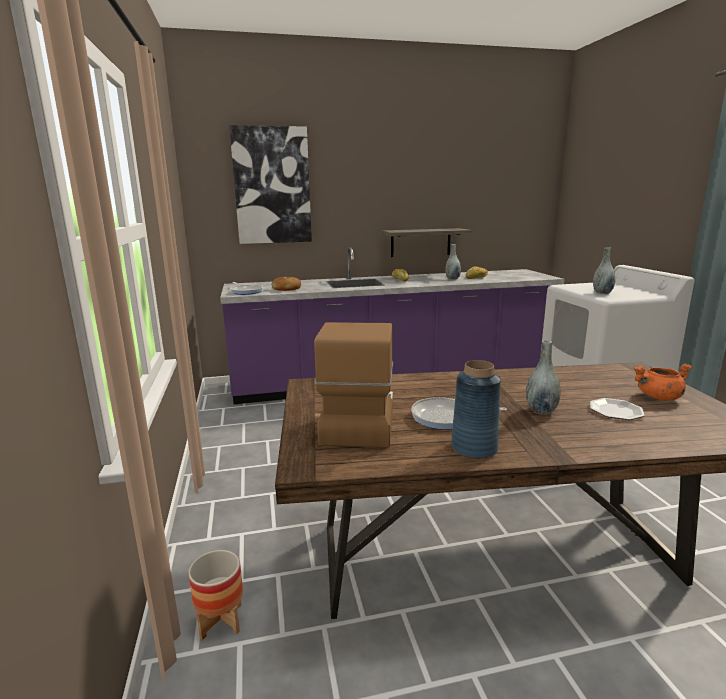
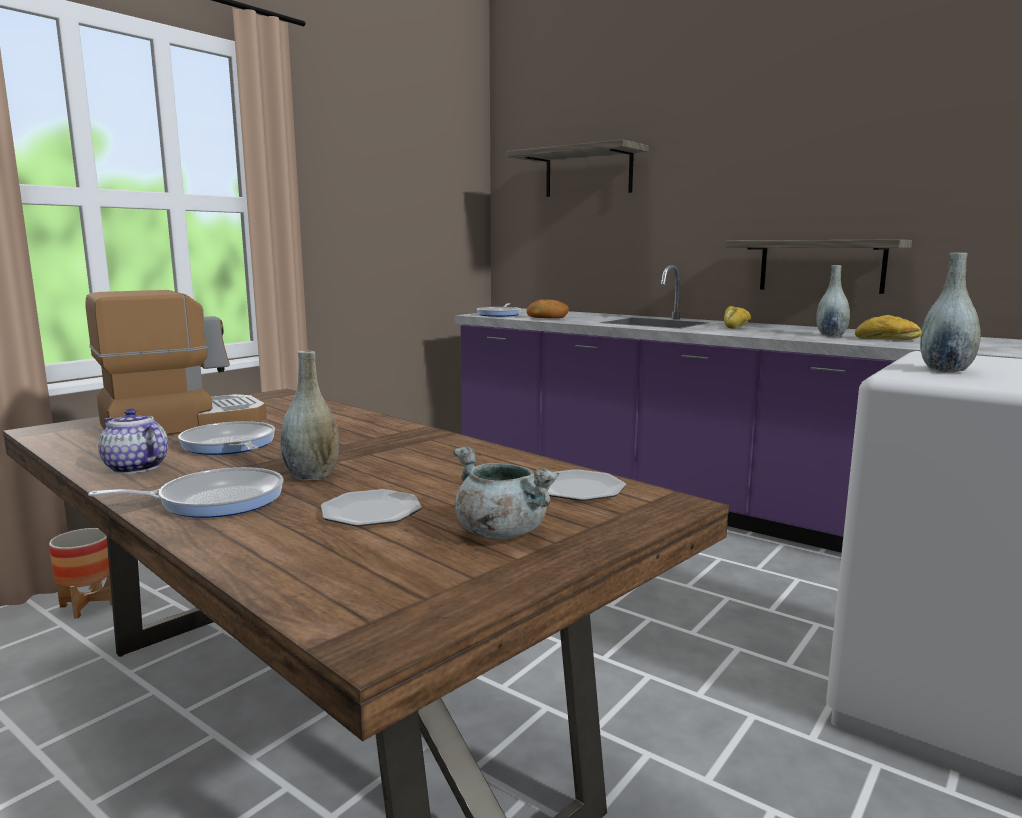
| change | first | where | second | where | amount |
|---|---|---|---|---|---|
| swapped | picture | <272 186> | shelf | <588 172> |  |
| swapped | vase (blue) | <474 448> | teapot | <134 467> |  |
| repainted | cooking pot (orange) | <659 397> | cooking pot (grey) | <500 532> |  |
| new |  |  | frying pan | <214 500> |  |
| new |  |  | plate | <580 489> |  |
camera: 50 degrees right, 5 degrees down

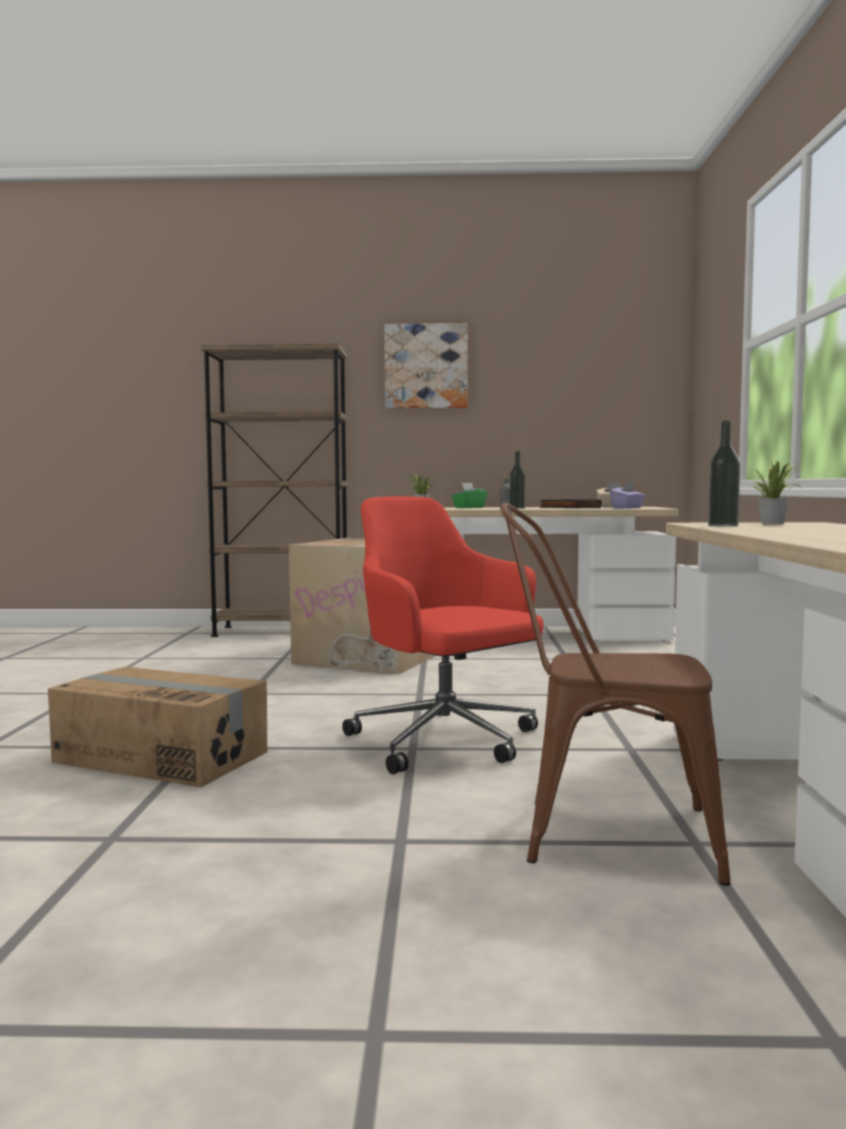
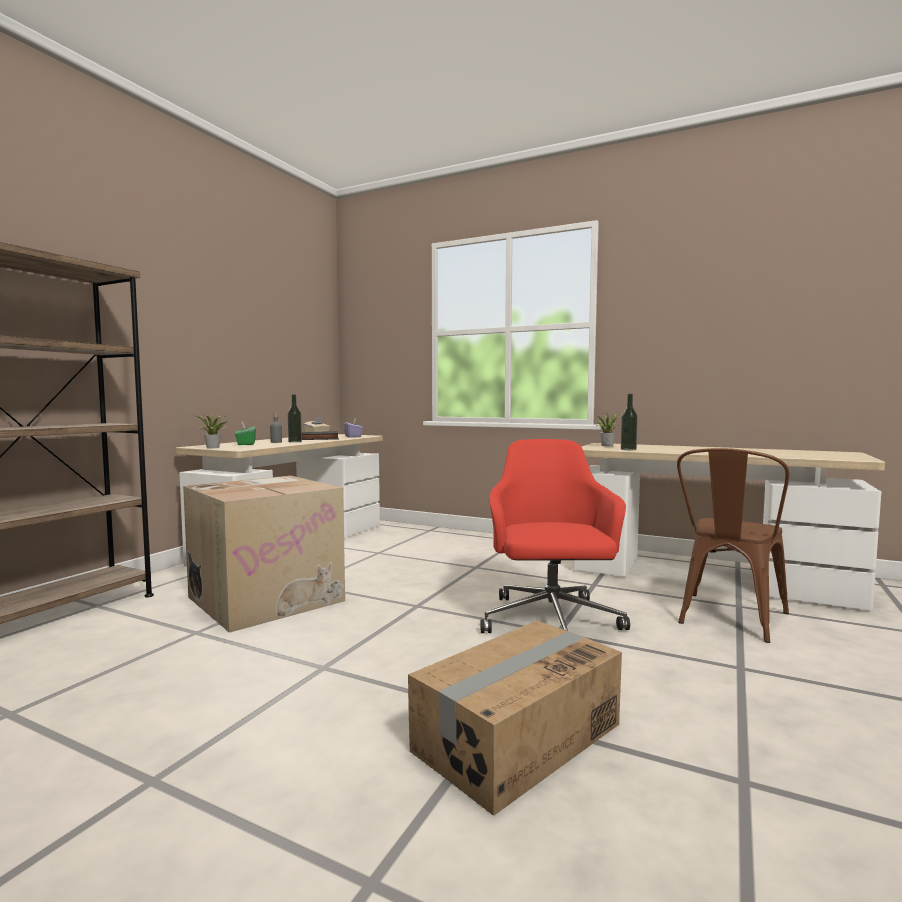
| change | first | where | second | where | amount |
|---|---|---|---|---|---|
| rotated | office chair (red) | <445 742> |  | <550 621> | 105 degrees clockwise |
| gone | picture | <426 366> |  |  |  |
camera: 65 degrees left, 0 degrees up

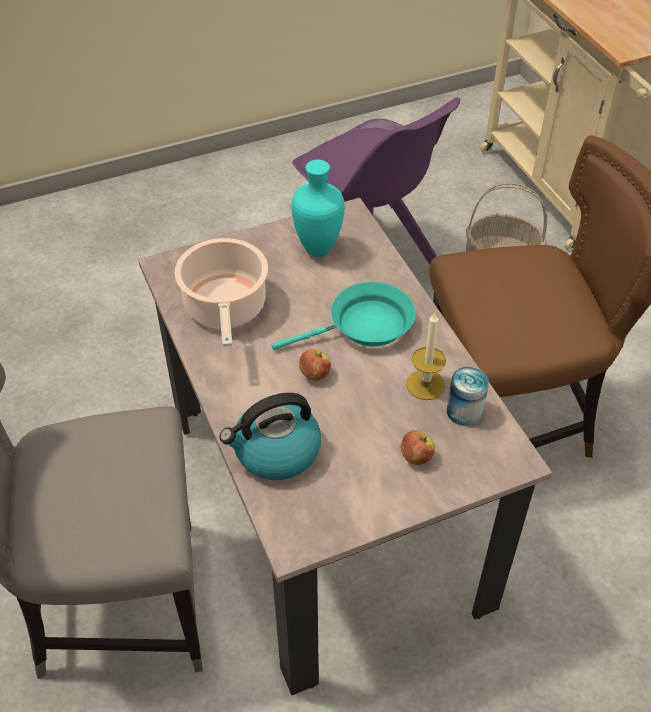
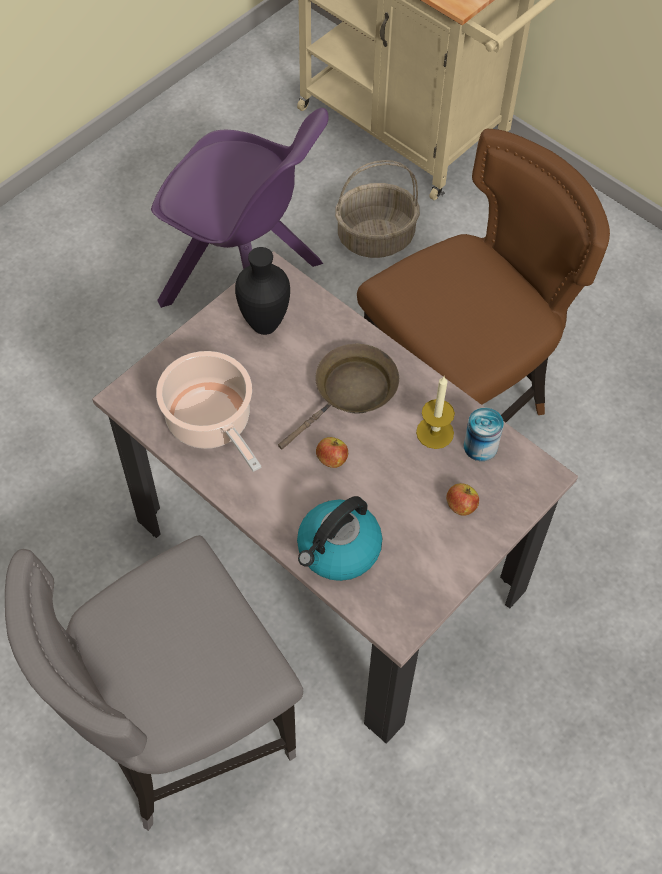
| change | first | where | second | where | amount |
|---|---|---|---|---|---|
| repainted | frying pan (turquoise) | <364 326> | frying pan (brown) | <351 393> |  |
| repainted | vase (turquoise) | <317 251> | vase (black) | <264 326> |  |
camera: 25 degrees left, 10 degrees up

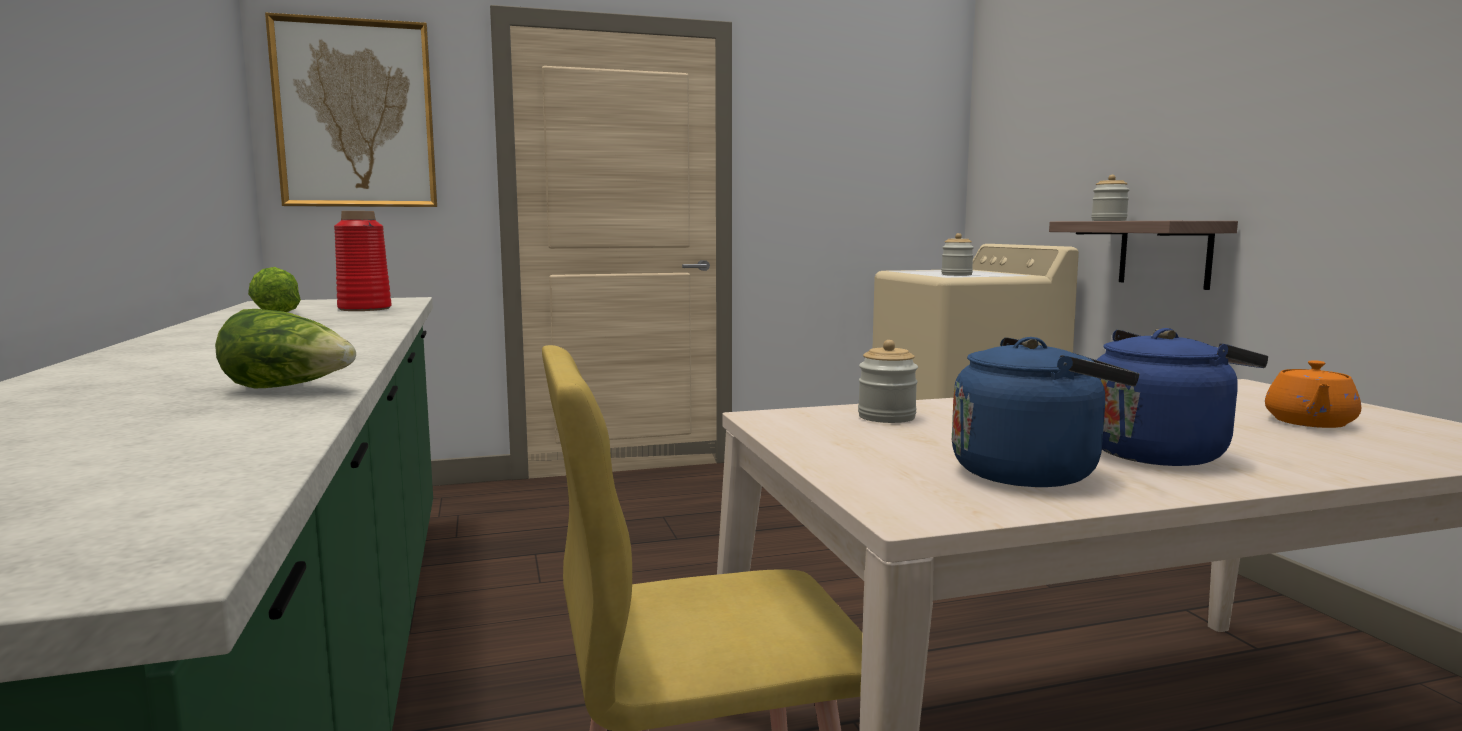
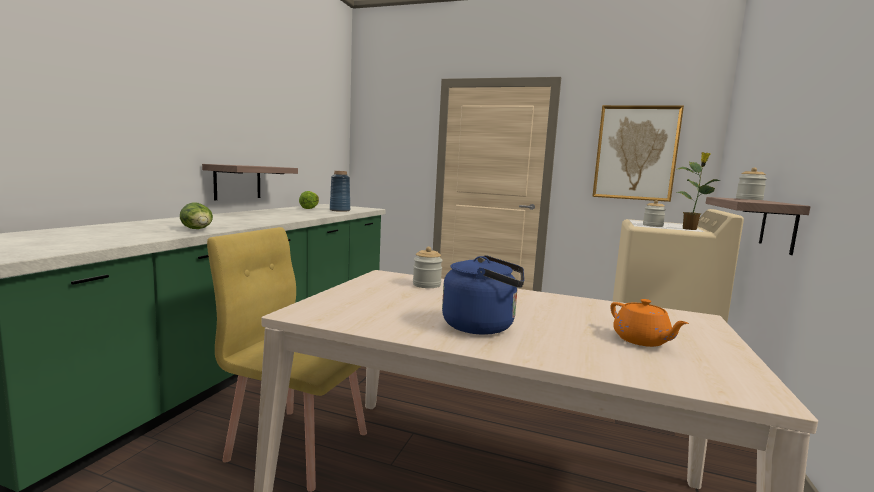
| change | first | where | second | where | amount |
|---|---|---|---|---|---|
| shifted | picture | <355 114> |  | <635 153> |  |
| repainted | vase (red) | <364 309> | vase (blue) | <340 210> |  |
| gone | kettle (blue) | <1032 473> |  |  |  |
| rotated | teapot (orange) | <1309 423> |  | <642 340> | 90 degrees counterclockwise |
| new |  |  | shelf | <237 182> |  |
| new |  |  | potted plant | <690 229> |  |
camera: 35 degrees right, 0 degrees up

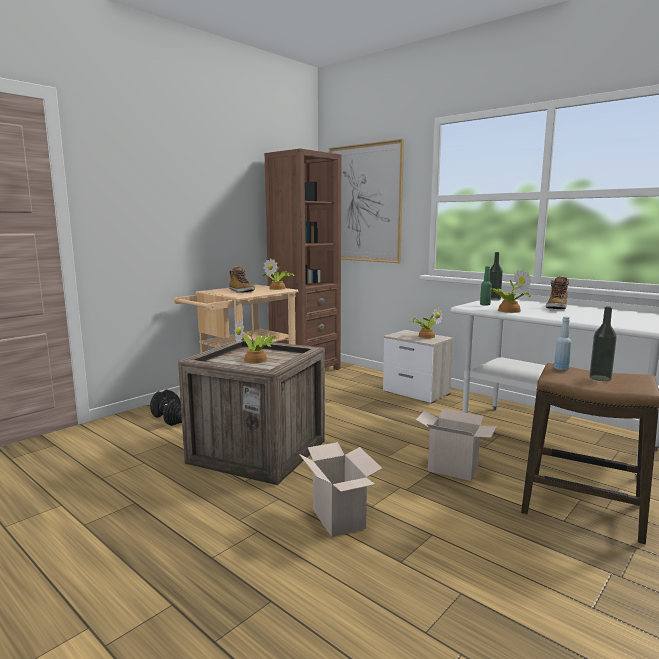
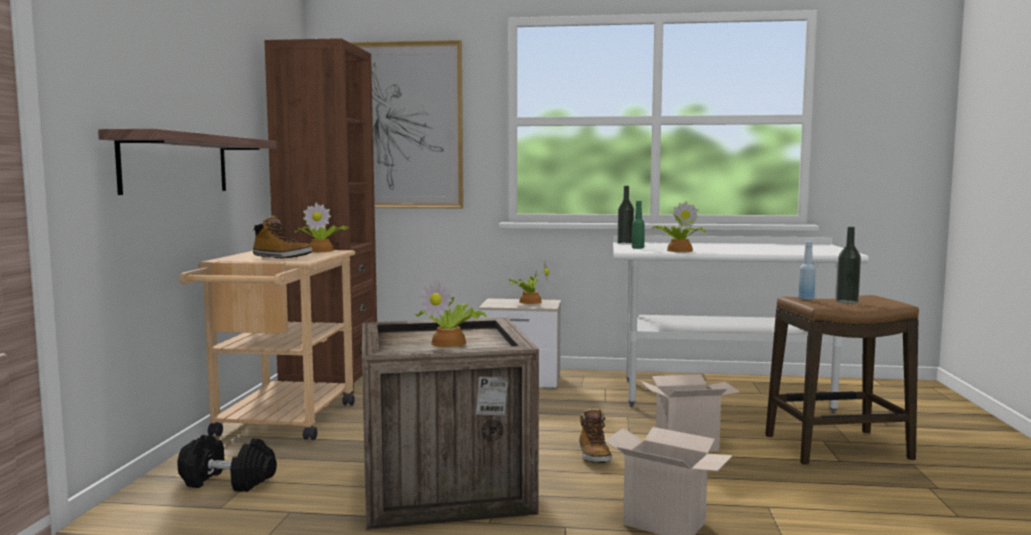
| change | first | where | second | where | amount |
|---|---|---|---|---|---|
| shifted | boot | <556 308> |  | <594 455> |  |
| new |  |  | shelf | <176 164> |  |
camera: 35 degrees left, 5 degrees down

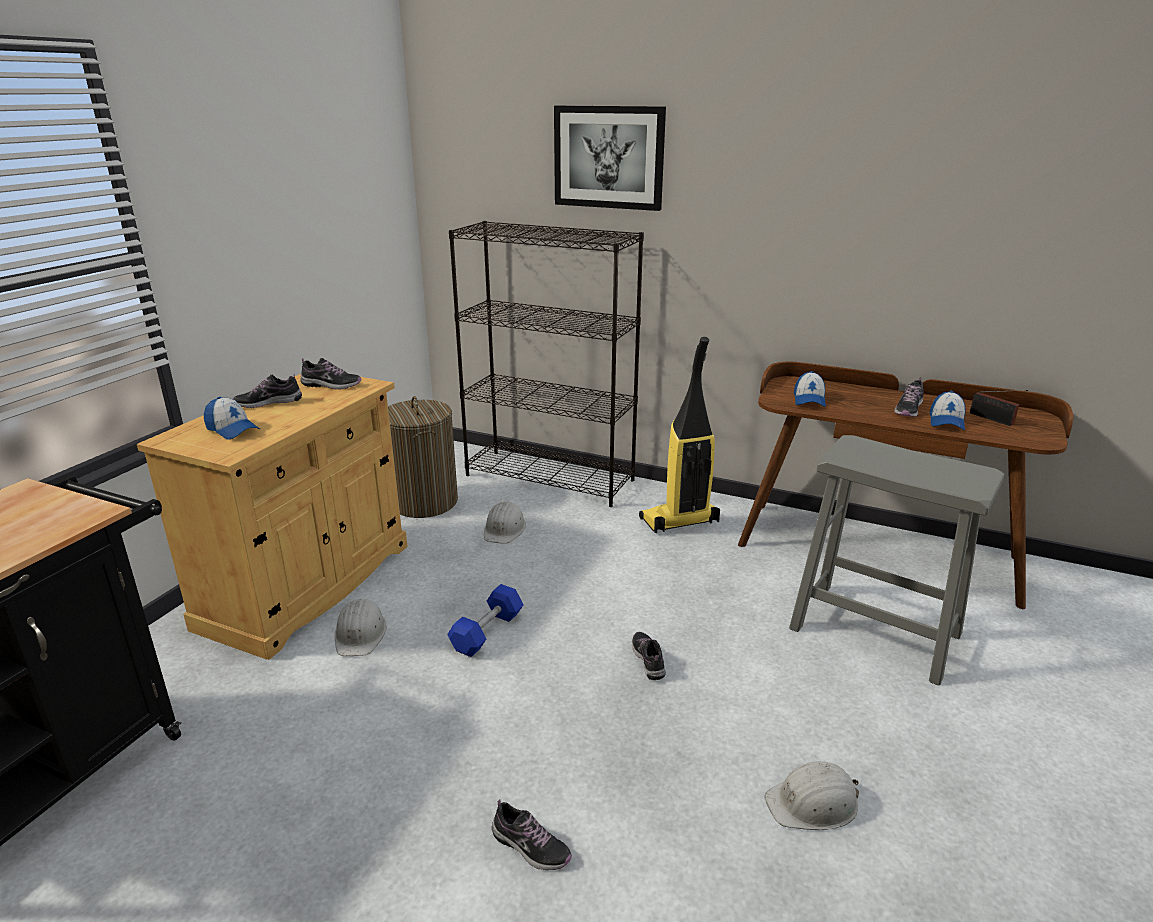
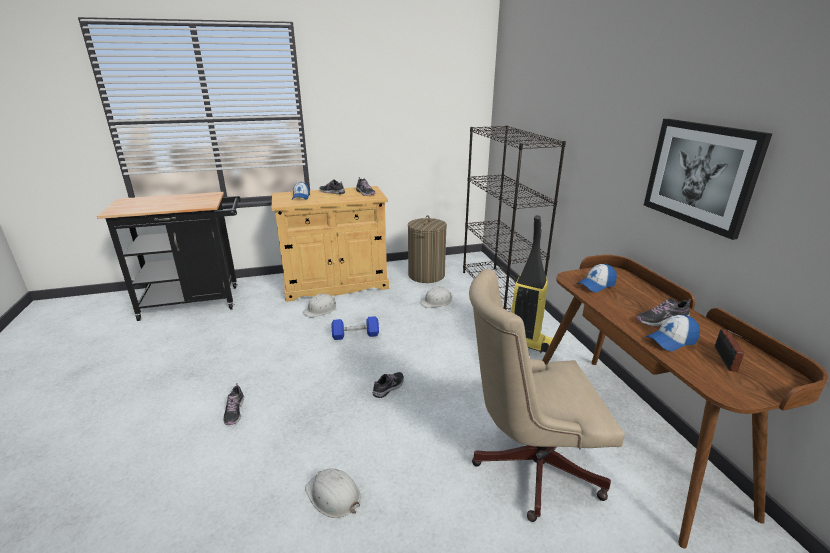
| change | first | where | second | where | amount |
|---|---|---|---|---|---|
| shifted | picture | <608 157> |  | <700 174> |  |
| swapped | stool (grey) | <874 630> | office chair (beige) | <527 464> |  |
camera: 50 degrees right, 0 degrees up

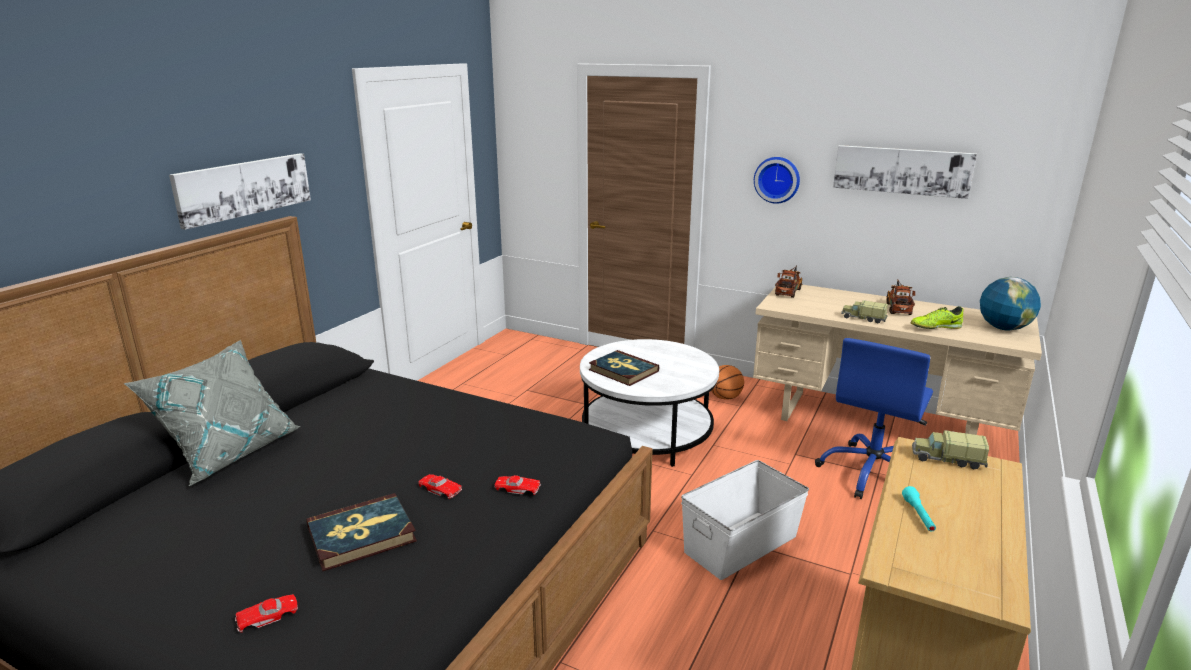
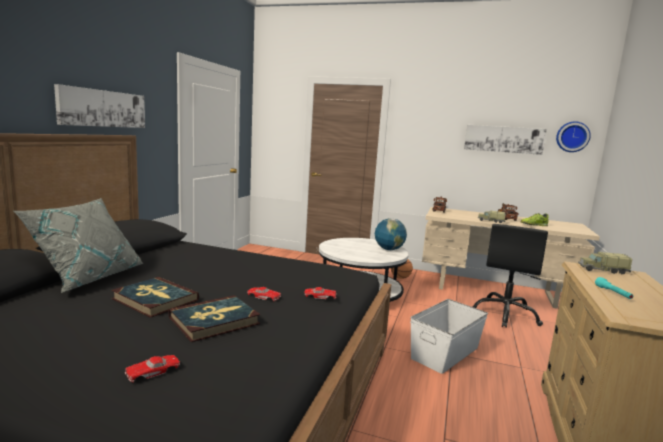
| change | first | where | second | where | amount |
|---|---|---|---|---|---|
| shifted | book | <623 370> |  | <155 300> |  |
| shifted | wall clock | <777 179> |  | <572 137> |  |
| repainted | office chair (blue) | <872 473> | office chair (black) | <505 314> |  |
| shifted | globe | <1003 328> |  | <389 249> |  |
camera: 10 degrees left, 10 degrees down

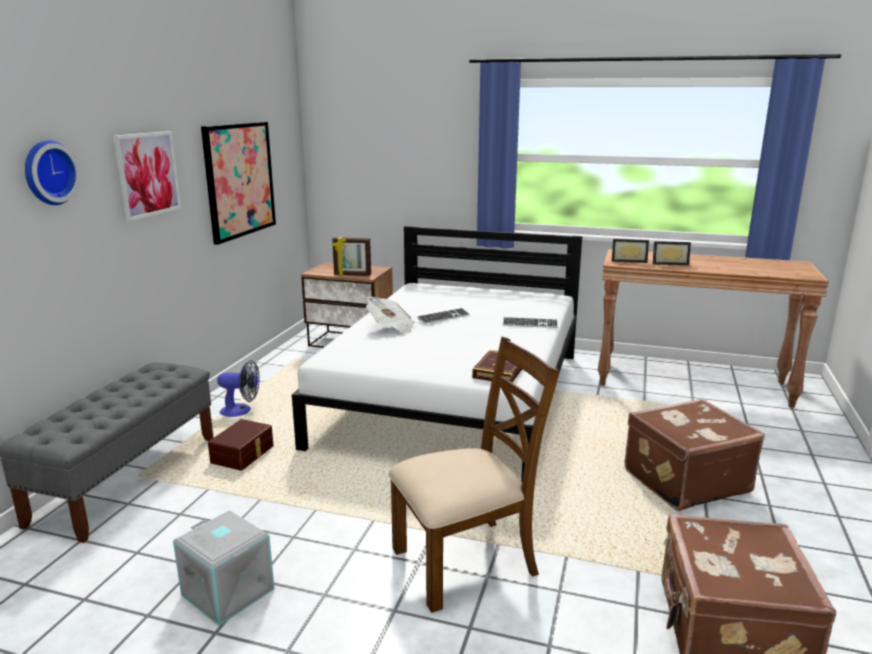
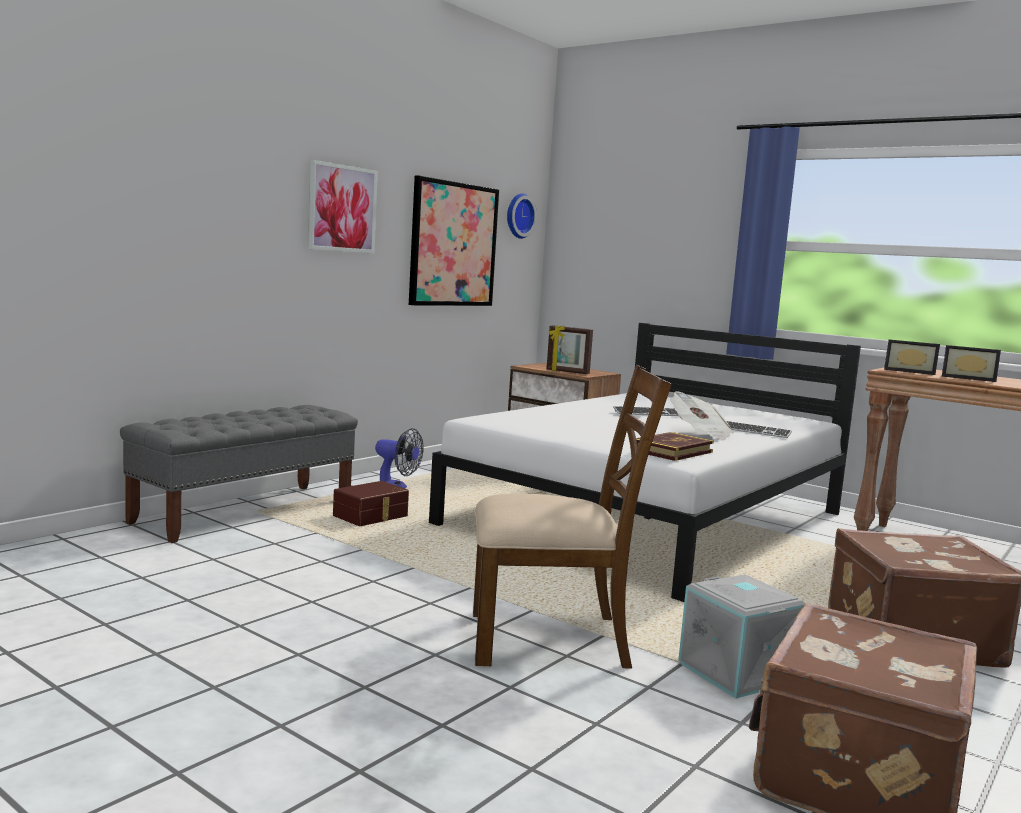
| change | first | where | second | where | amount |
|---|---|---|---|---|---|
| shifted | wall clock | <48 172> |  | <518 216> |  |
| shifted | storage box (grey) | <229 591> |  | <738 672> |  |
| shifted | newspaper | <391 328> |  | <700 434> |  |
camera: 20 degrees right, 10 degrees down

